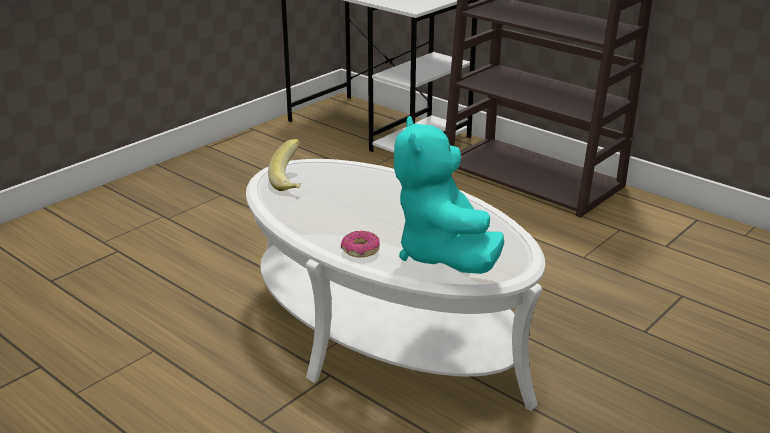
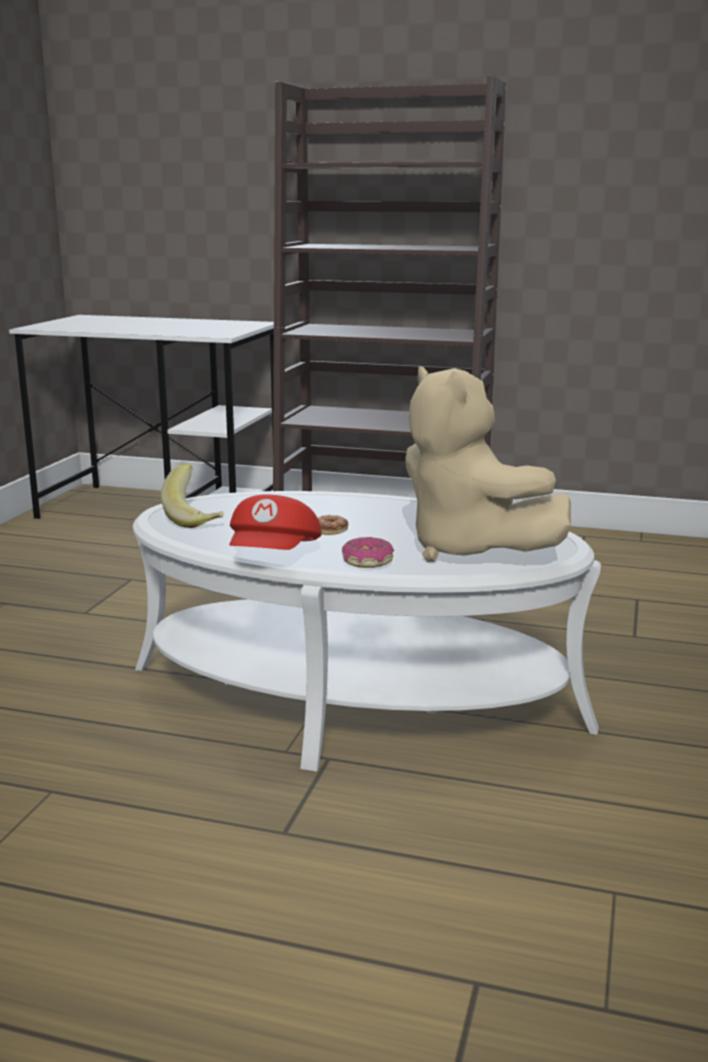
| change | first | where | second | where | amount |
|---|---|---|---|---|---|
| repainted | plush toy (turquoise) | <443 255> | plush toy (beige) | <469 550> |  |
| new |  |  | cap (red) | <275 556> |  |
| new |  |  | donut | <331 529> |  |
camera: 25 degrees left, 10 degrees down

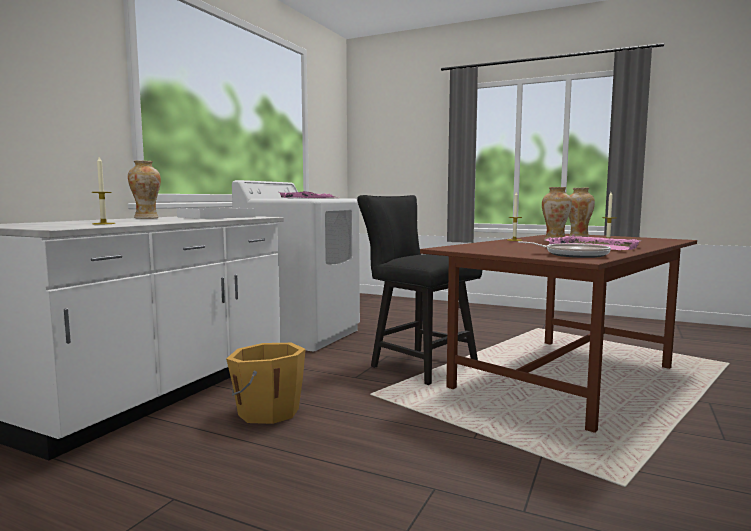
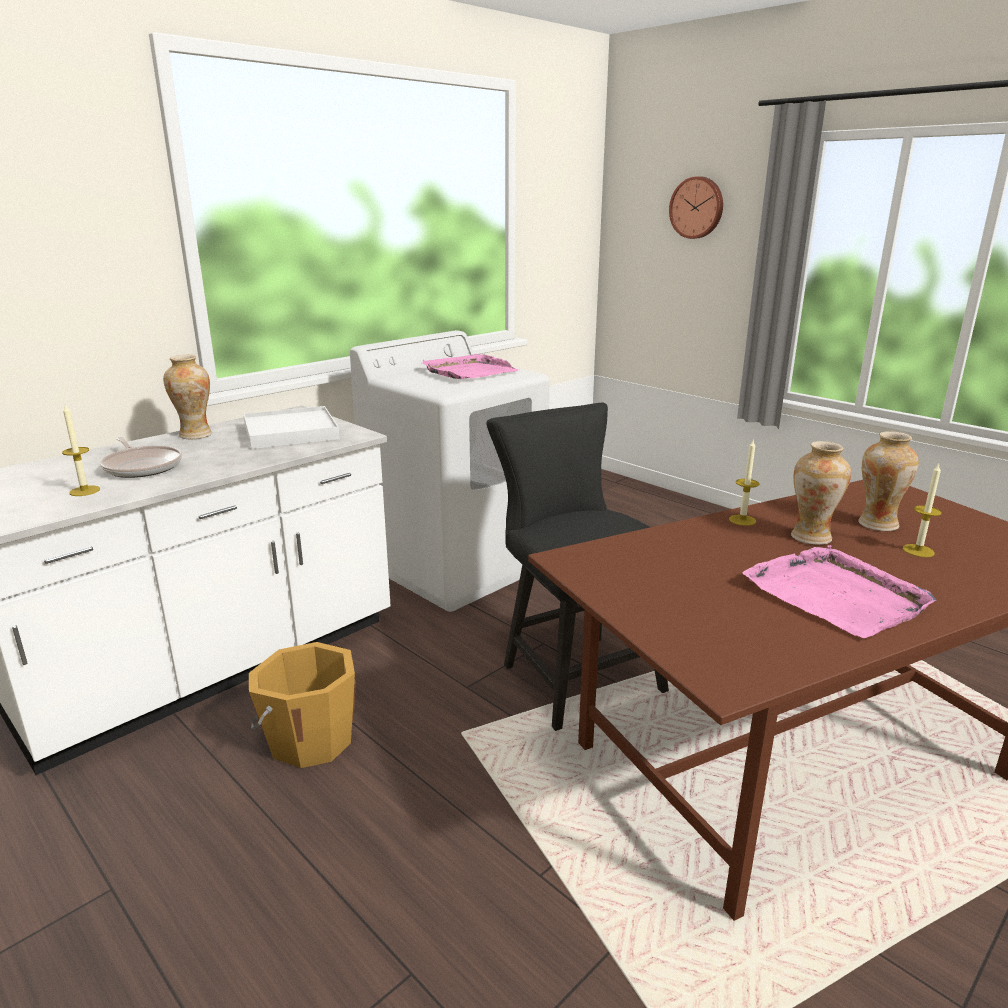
| change | first | where | second | where | amount |
|---|---|---|---|---|---|
| shifted | frying pan | <573 255> |  | <142 466> |  |
| new |  |  | wall clock | <697 207> |  |
camera: 20 degrees right, 15 degrees up

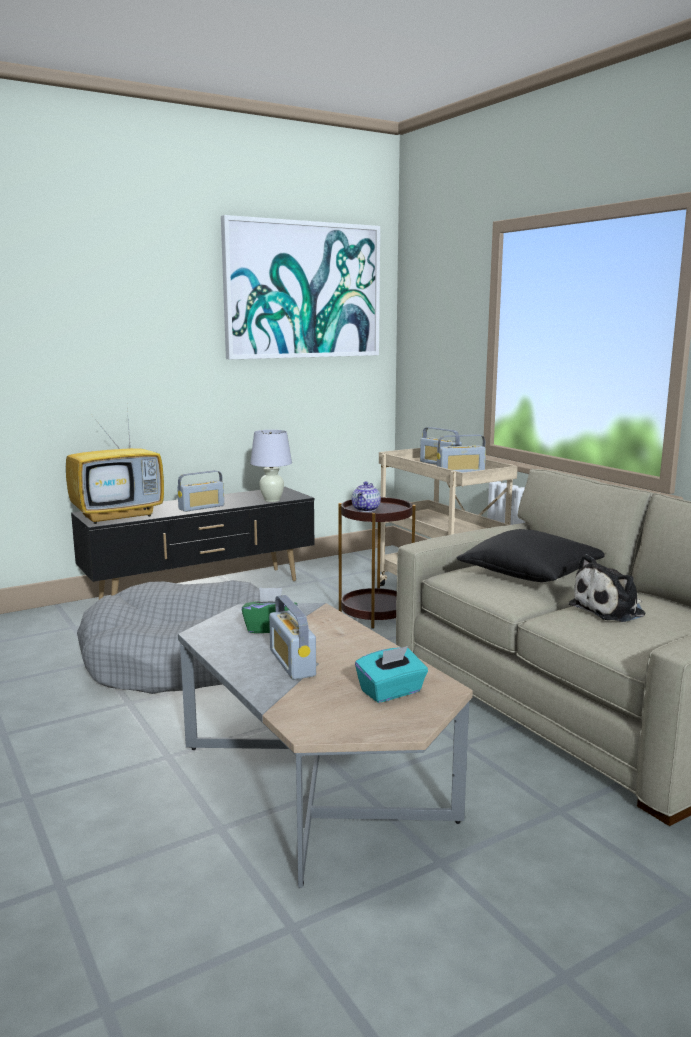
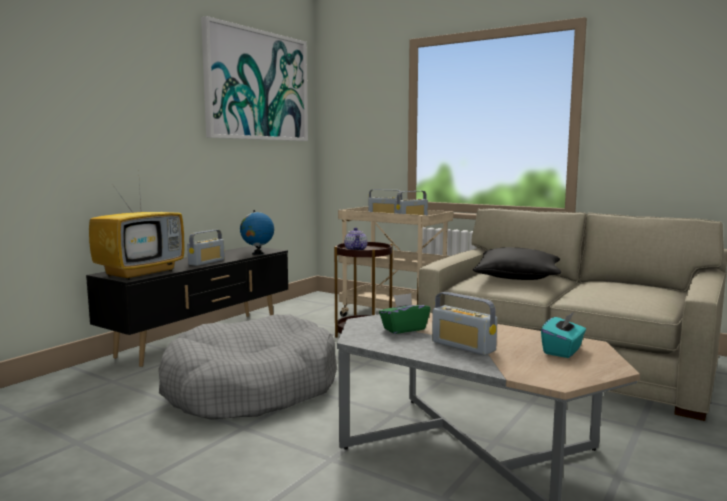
| change | first | where | second | where | amount |
|---|---|---|---|---|---|
| swapped | table lamp (white) | <272 500> | globe | <257 254> |  |
| gone | plush toy | <610 610> |  |  |  |
camera: 25 degrees left, 5 degrees down

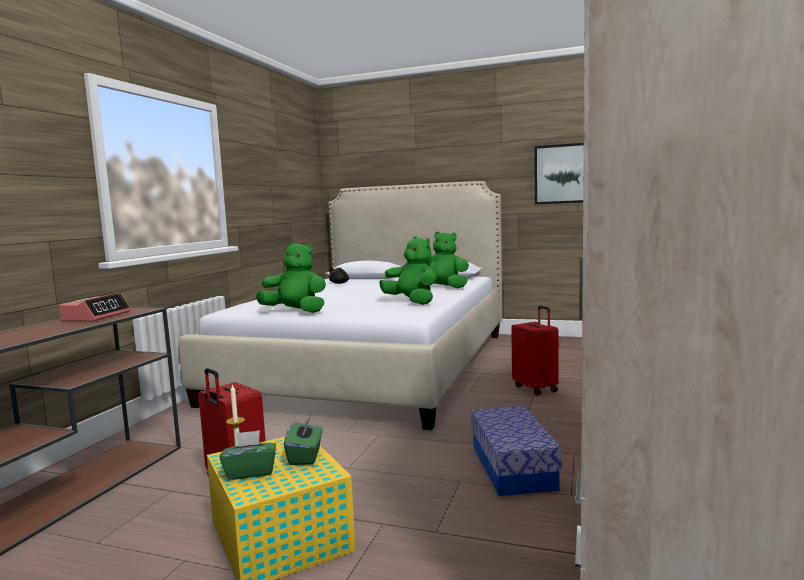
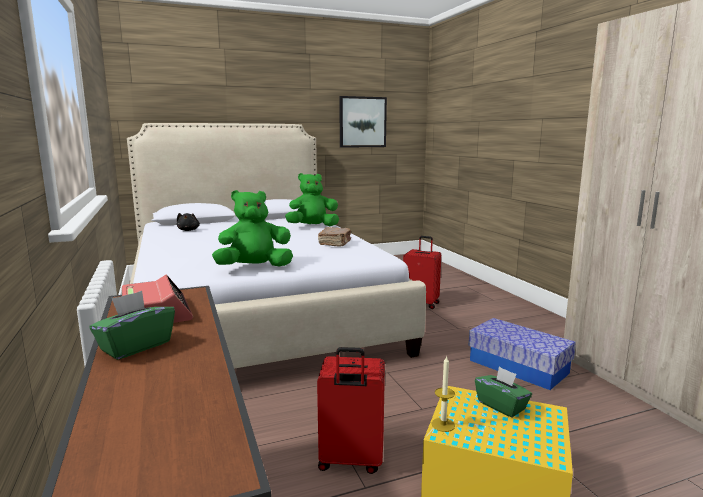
| change | first | where | second | where | amount |
|---|---|---|---|---|---|
| shifted | tissue box (green) | <250 472> |  | <135 346> |  |
| swapped | plush toy (green) | <412 302> | book (brown) | <335 243> |  |
camera: 40 degrees left, 5 degrees up

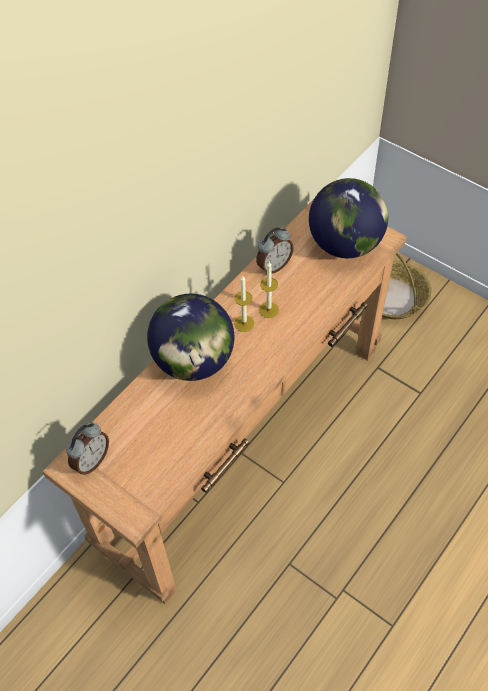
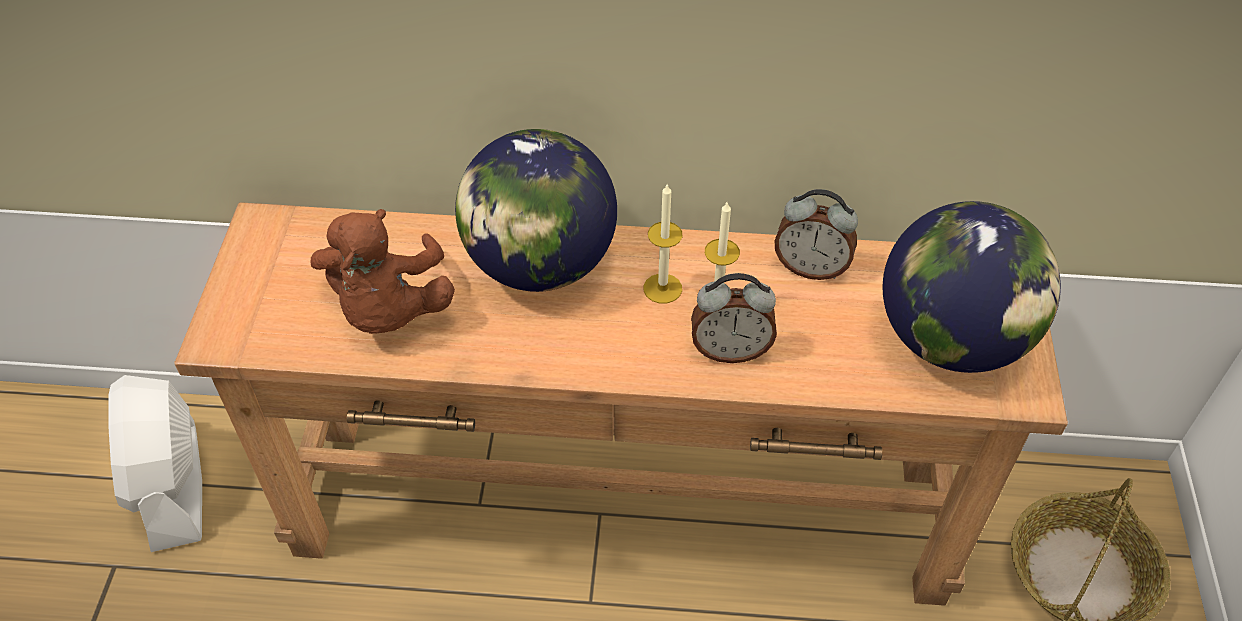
| change | first | where | second | where | amount |
|---|---|---|---|---|---|
| shifted | alarm clock | <91 461> |  | <730 350> |  |
| new |  |  | fan (white) | <174 486> |  |
| new |  |  | plush toy (brown) | <389 310> |  |
camera: 55 degrees right, 5 degrees down

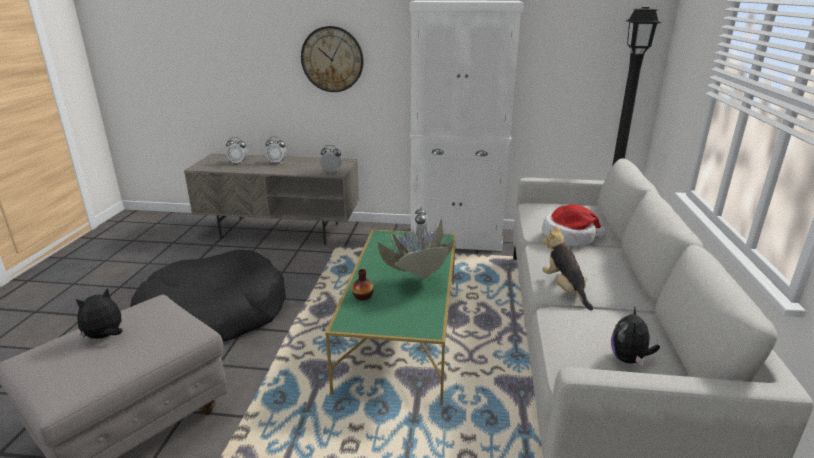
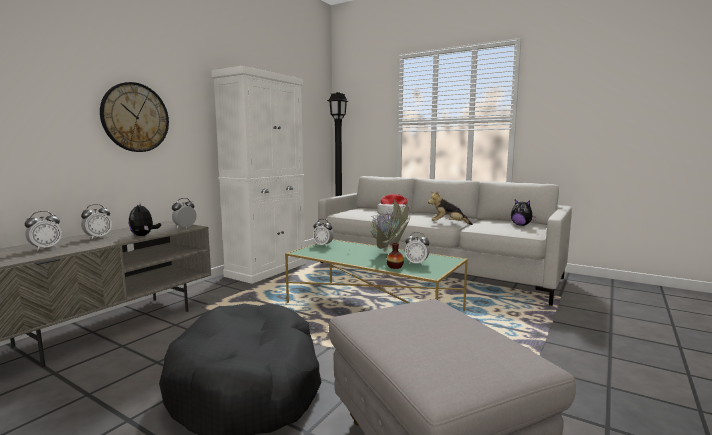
| change | first | where | second | where | amount |
|---|---|---|---|---|---|
| shifted | plush toy | <105 336> |  | <144 235> |  |
| new |  |  | alarm clock | <416 263> |  |
camera: 65 degrees left, 15 degrees down

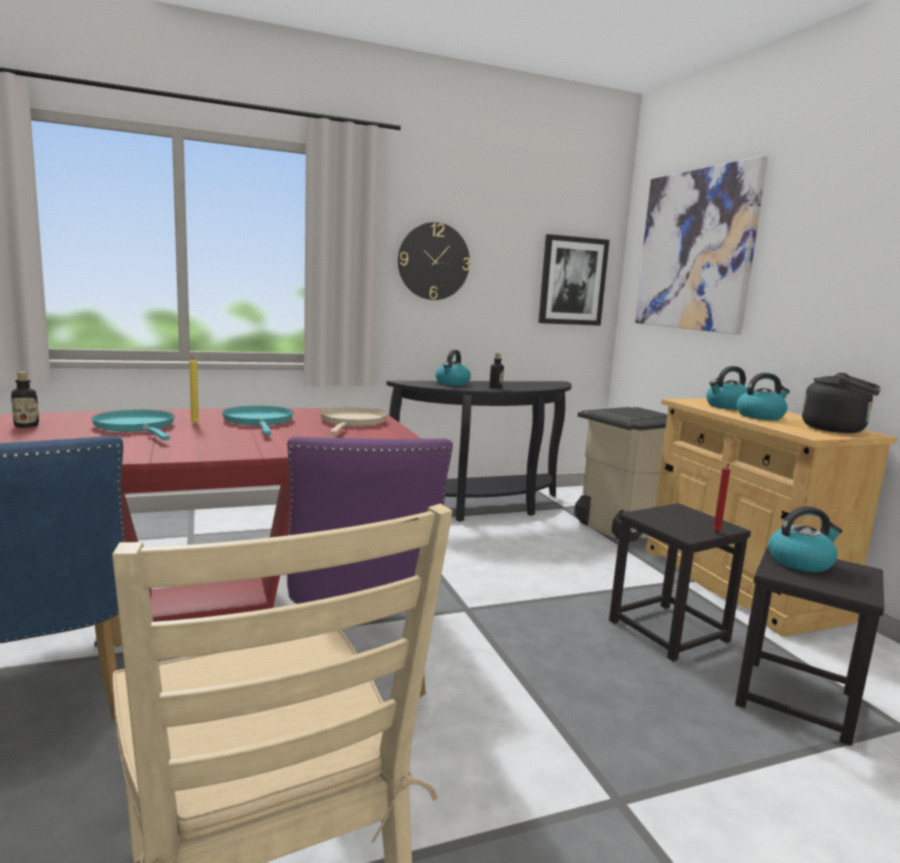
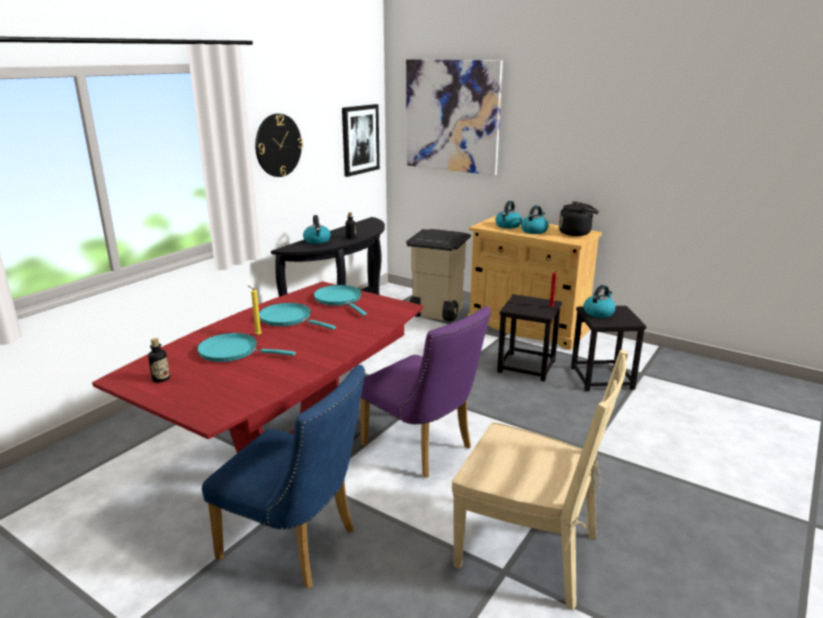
| change | first | where | second | where | amount |
|---|---|---|---|---|---|
| repainted | frying pan (beige) | <352 422> | frying pan (turquoise) | <339 300> |  |
camera: 35 degrees left, 10 degrees up

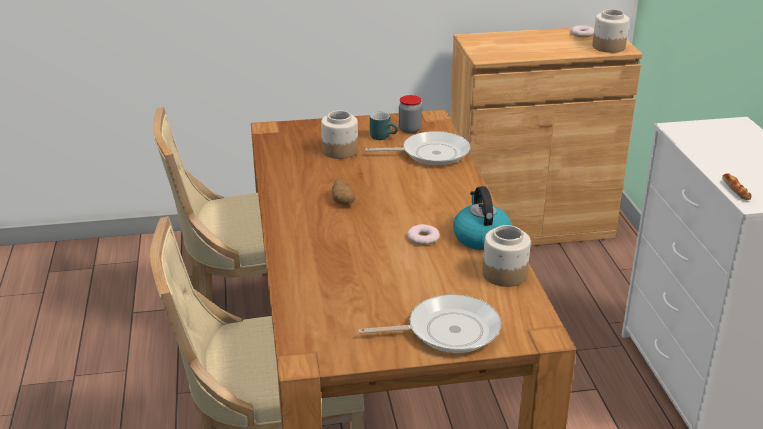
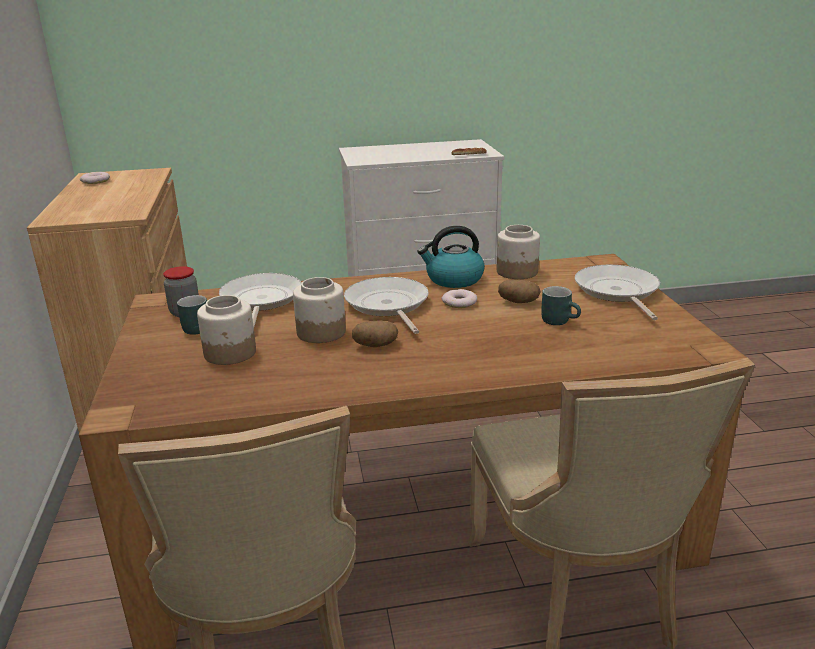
| change | first | where | second | where | amount |
|---|---|---|---|---|---|
| shifted | jar | <609 47> |  | <321 332> |  |
| new |  |  | frying pan | <388 305> |  |
| new |  |  | potato | <518 302> |  |
| new |  |  | mug (turquoise) | <560 321> |  |
camera: 90 degrees left, 5 degrees down

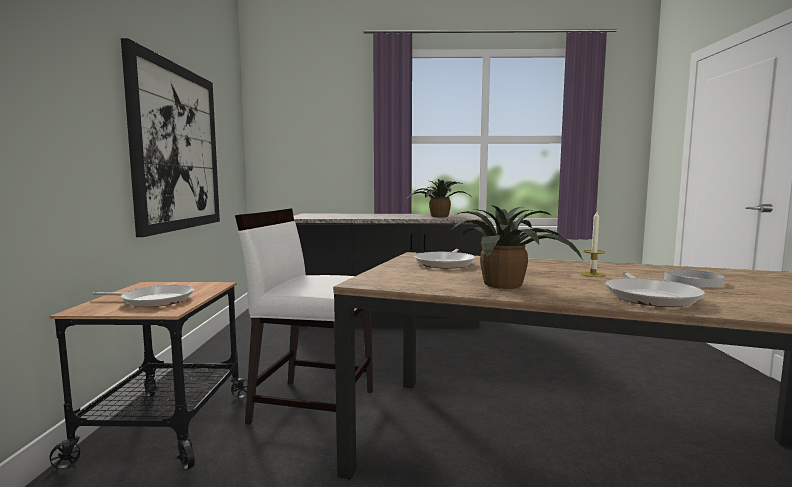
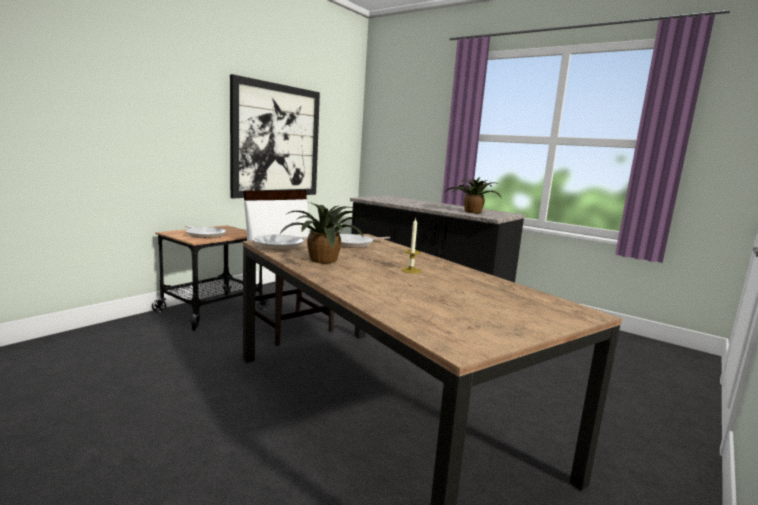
| change | first | where | second | where | amount |
|---|---|---|---|---|---|
| shifted | frying pan | <650 297> |  | <282 245> |  |
| gone | plate (white) | <692 281> |  |  |  |
camera: 35 degrees right, 5 degrees up

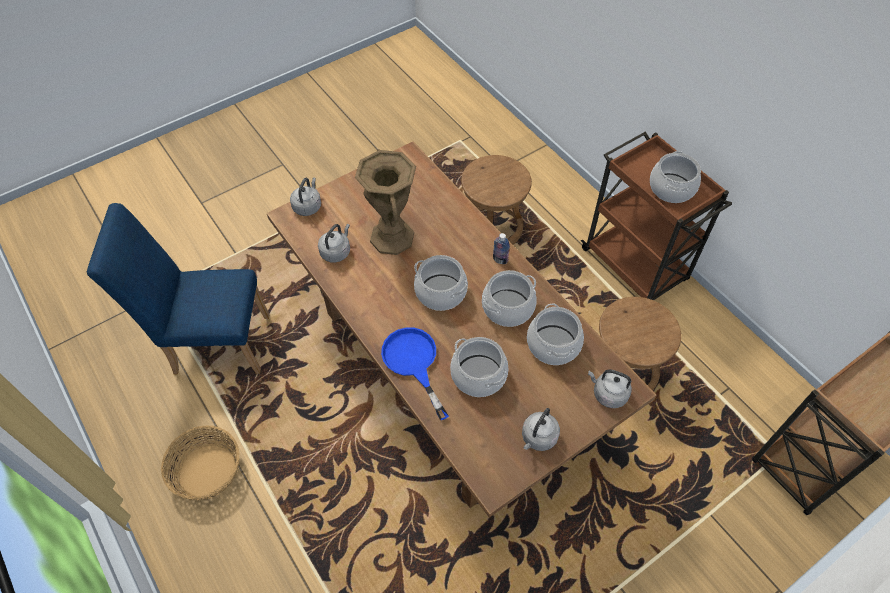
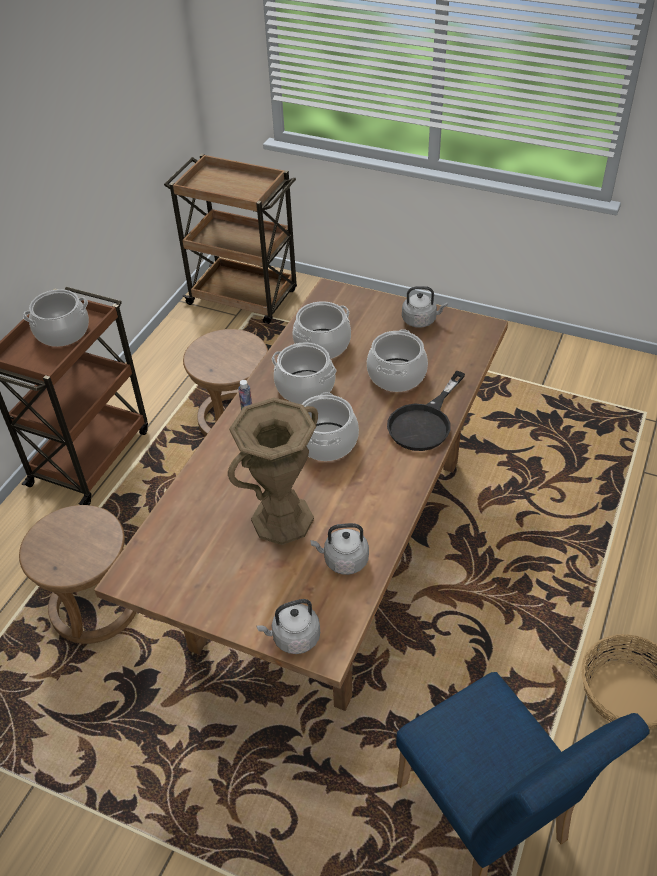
| change | first | where | second | where | amount |
|---|---|---|---|---|---|
| repainted | frying pan (blue) | <413 363> | frying pan (black) | <424 422> |  |
| gone | kettle (grey) | <608 394> |  |  |  |
camera: 120 degrees left, 10 degrees down

